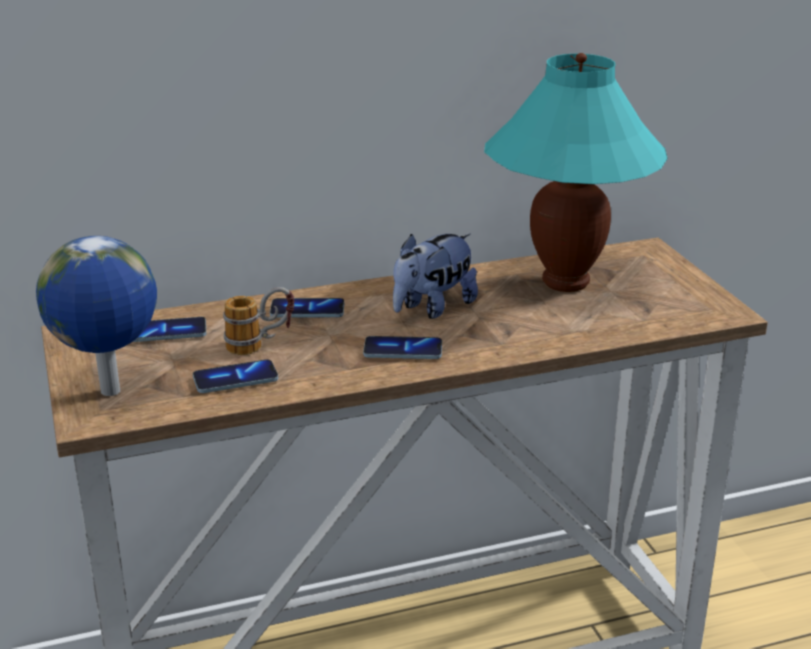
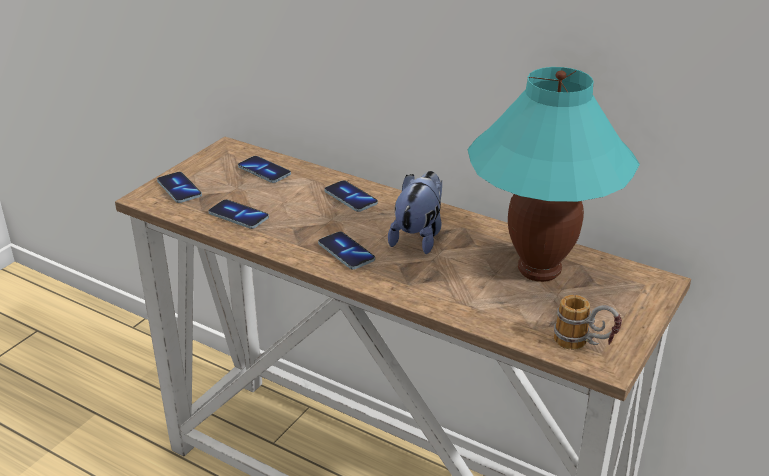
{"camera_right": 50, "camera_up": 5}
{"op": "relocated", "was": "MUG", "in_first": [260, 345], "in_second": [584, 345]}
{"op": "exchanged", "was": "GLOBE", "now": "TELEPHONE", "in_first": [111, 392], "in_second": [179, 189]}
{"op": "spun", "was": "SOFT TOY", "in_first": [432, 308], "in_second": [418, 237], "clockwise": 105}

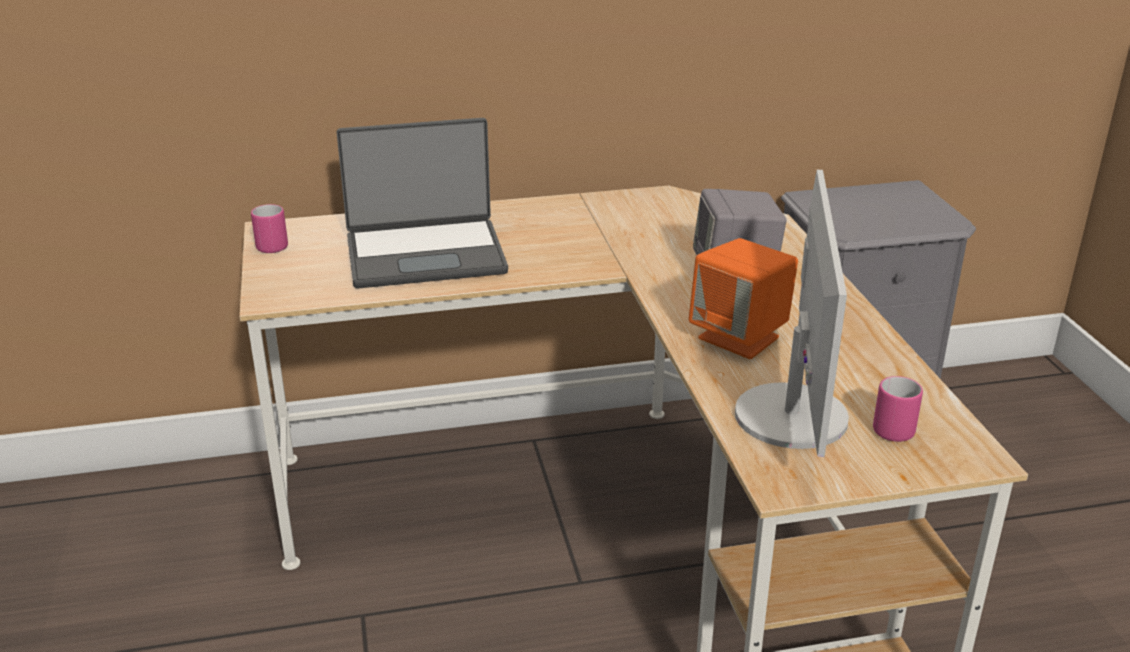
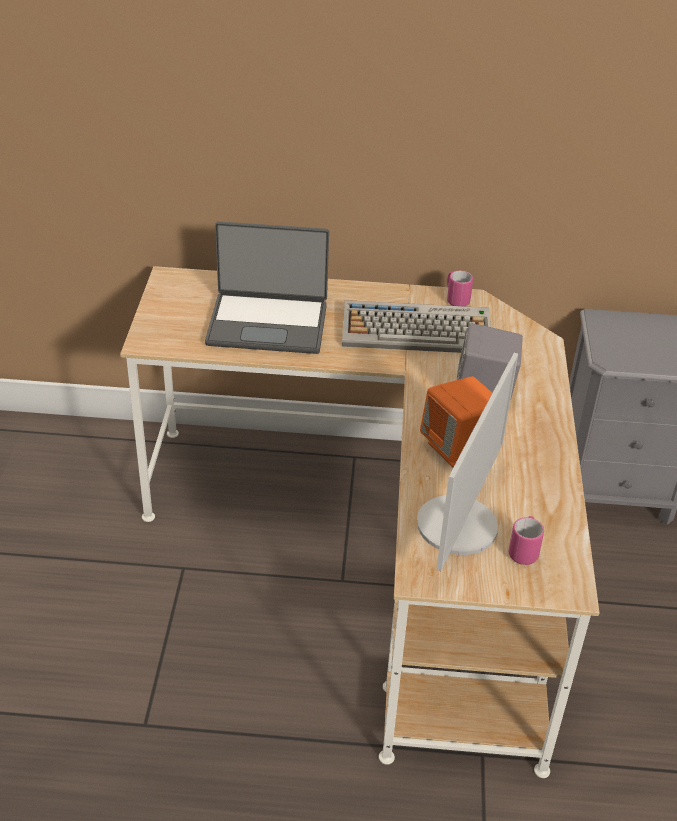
{"camera_right": 15, "camera_up": 10}
{"op": "appeared", "now": "PC KEYBOARD", "in_second": [417, 330]}
{"op": "relocated", "was": "PINK-COLOURED MUG", "in_first": [268, 246], "in_second": [455, 299]}

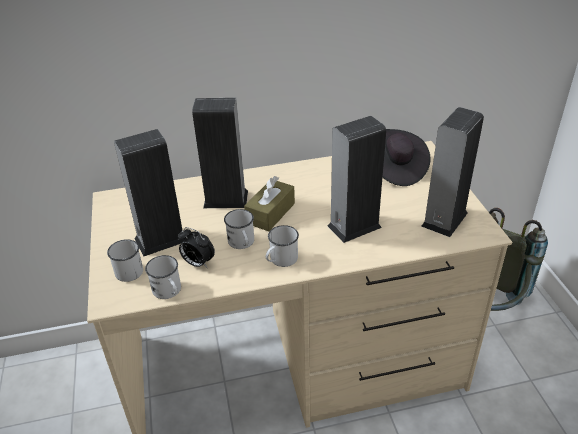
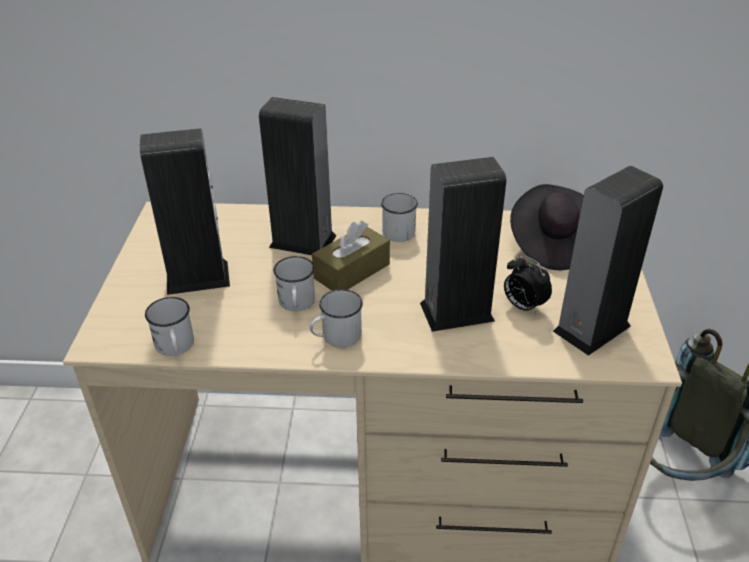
{"camera_right": 15, "camera_up": 0}
{"op": "relocated", "was": "WHITISH MUG", "in_first": [127, 269], "in_second": [396, 229]}
{"op": "relocated", "was": "ALARM CLOCK", "in_first": [198, 263], "in_second": [523, 306]}

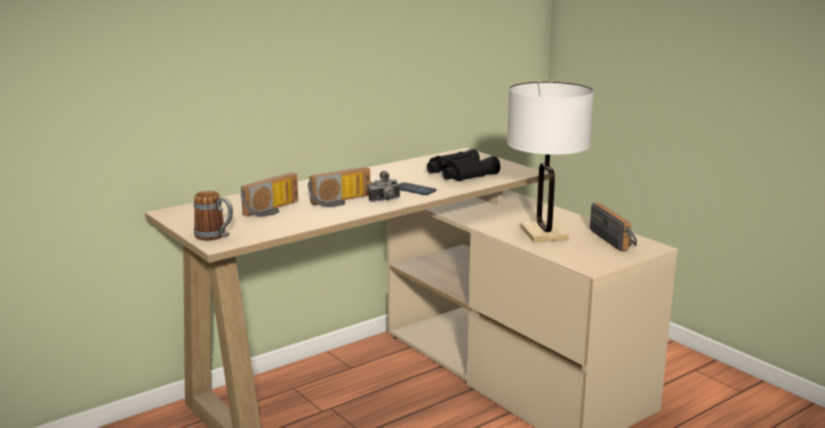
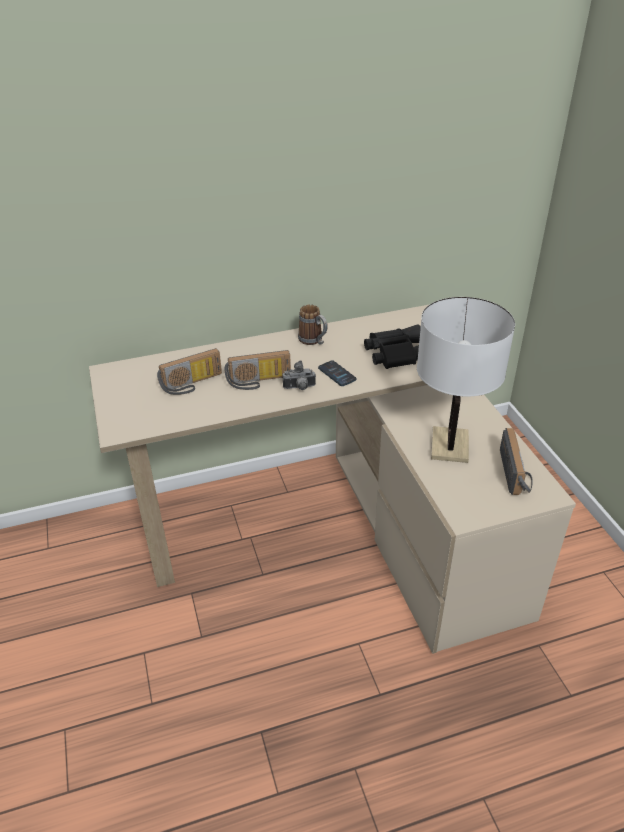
{"camera_right": 20, "camera_up": 20}
{"op": "relocated", "was": "MUG", "in_first": [215, 237], "in_second": [314, 341]}

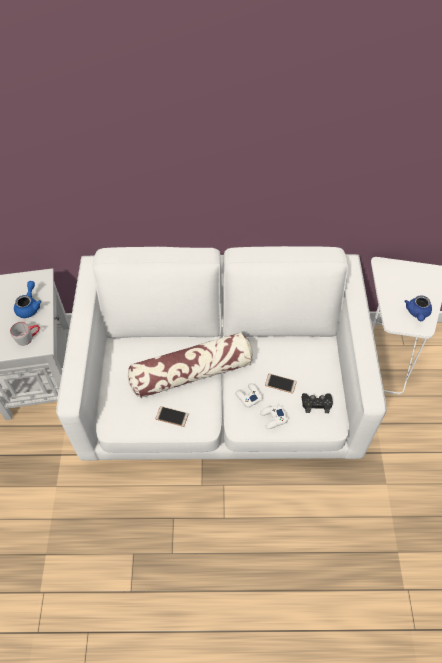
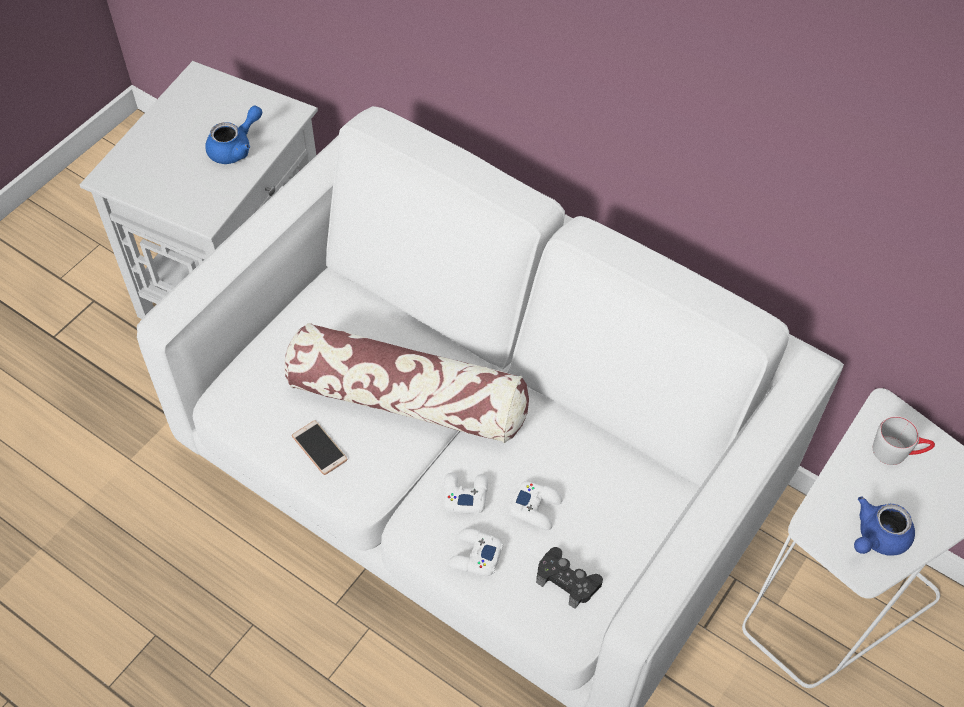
{"camera_right": 35, "camera_up": 0}
{"op": "relocated", "was": "GREY MUG", "in_first": [28, 337], "in_second": [898, 451]}
{"op": "exchanged", "was": "TELEPHONE", "now": "WHITISH GAMEPAD", "in_first": [280, 383], "in_second": [535, 508]}

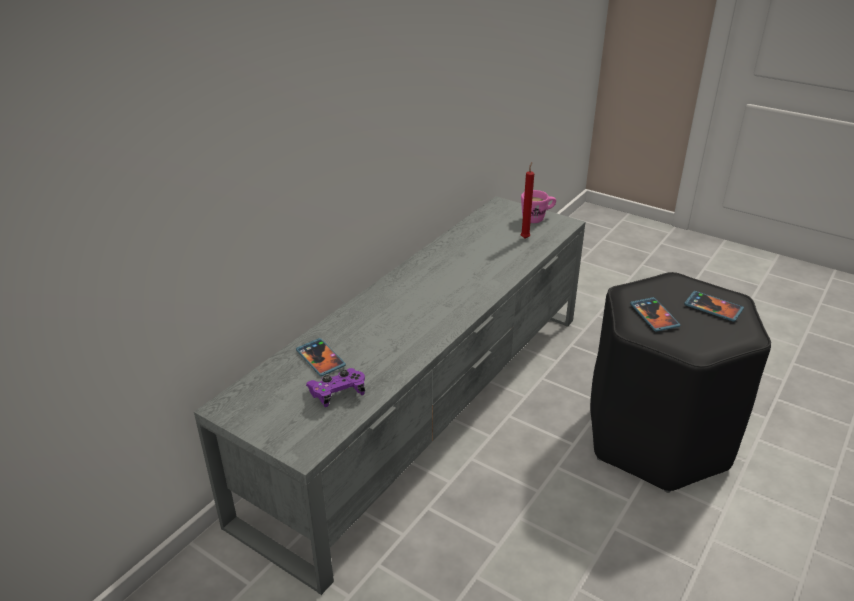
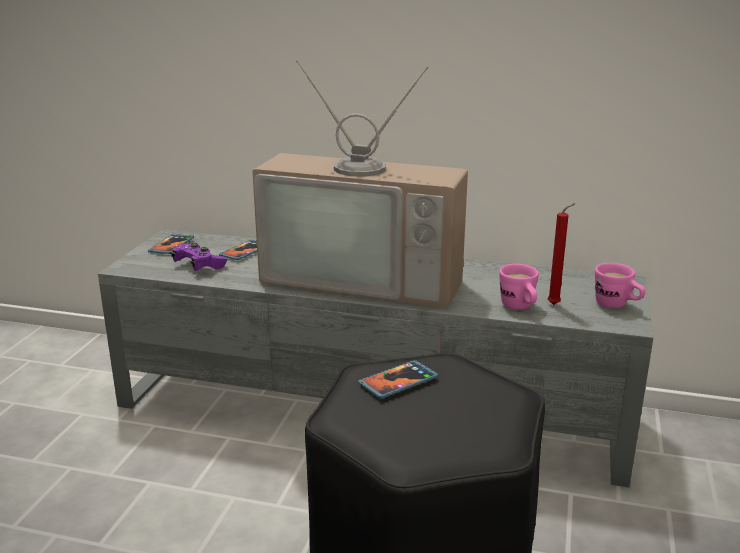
{"camera_right": 70, "camera_up": -10}
{"op": "appeared", "now": "TV SET", "in_second": [366, 277]}
{"op": "appeared", "now": "PINK-COLOURED MUG", "in_second": [519, 308]}
{"op": "relocated", "was": "TELEPHONE", "in_first": [713, 308], "in_second": [171, 246]}

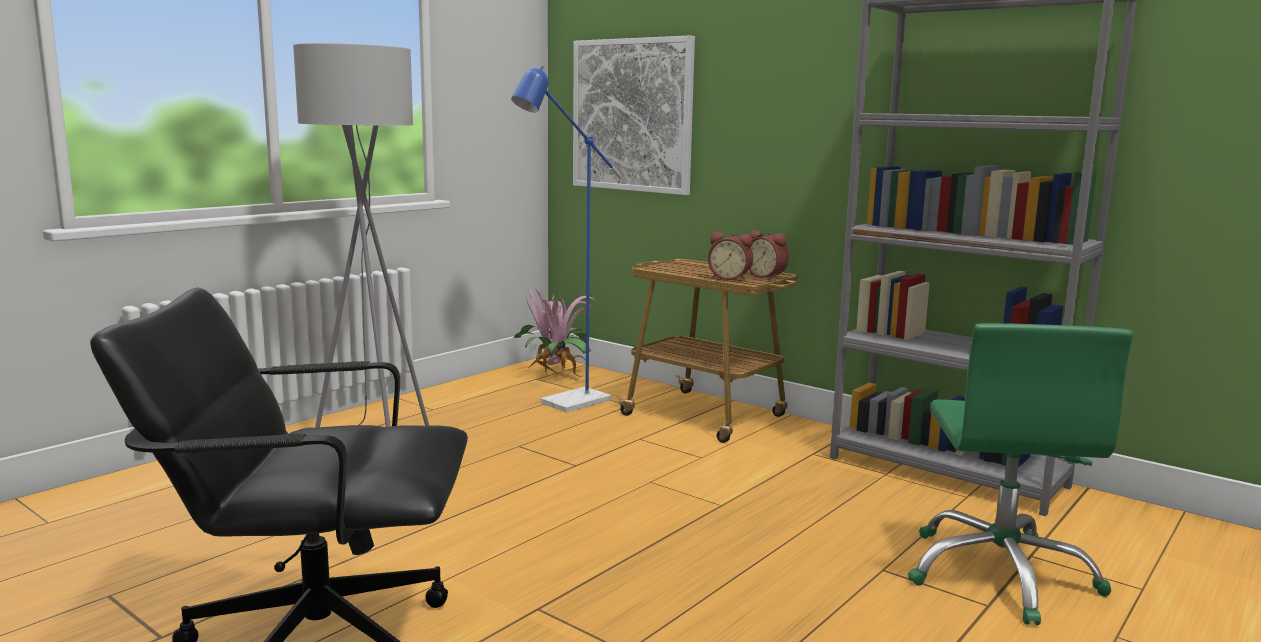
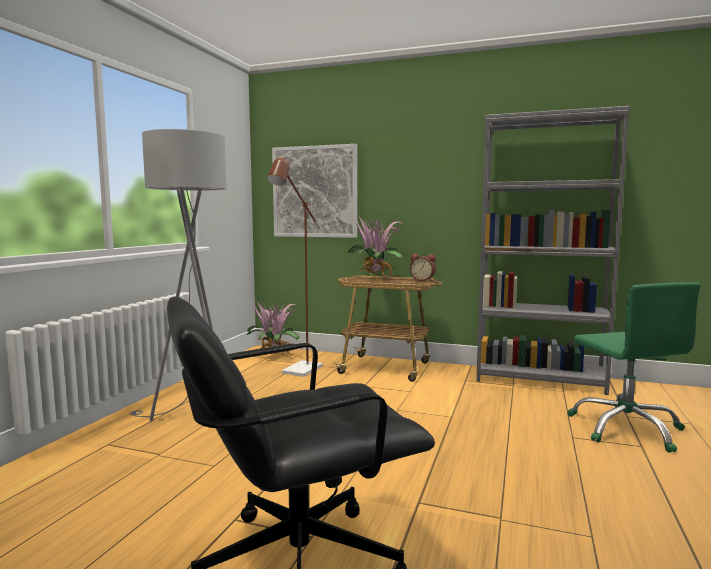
{"camera_right": -20, "camera_up": -5}
{"op": "missing", "was": "ALARM CLOCK", "in_first": [730, 278]}
{"op": "appeared", "now": "HOUSEPLANT", "in_second": [376, 278]}
{"op": "colour", "was": "BLUE-COLOURED STANDING LAMP", "now": "BROWN STANDING LAMP", "in_first": [566, 404], "in_second": [298, 372]}

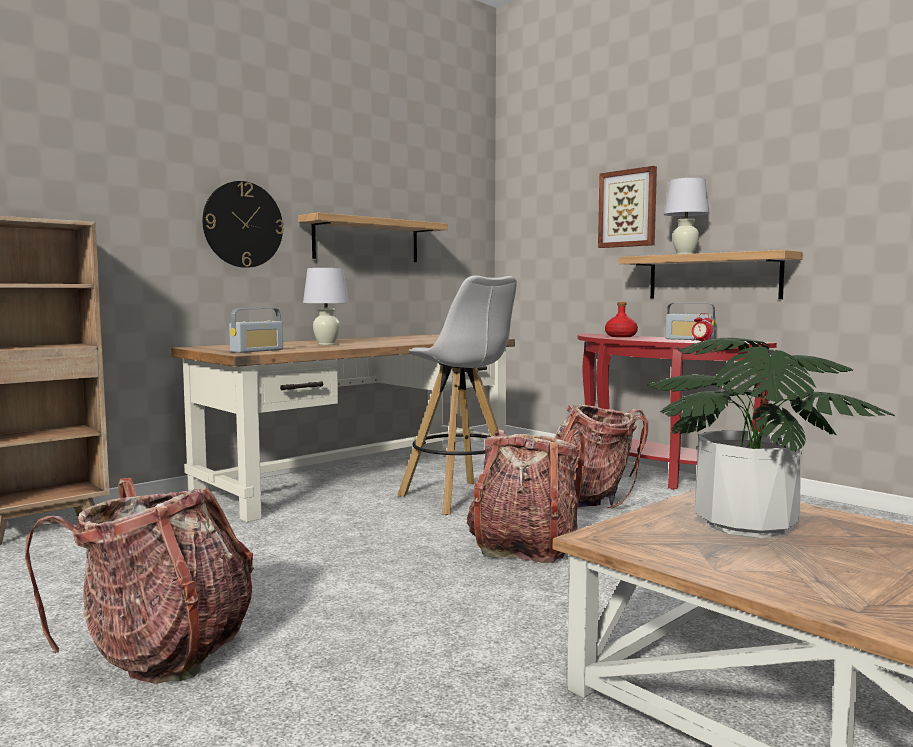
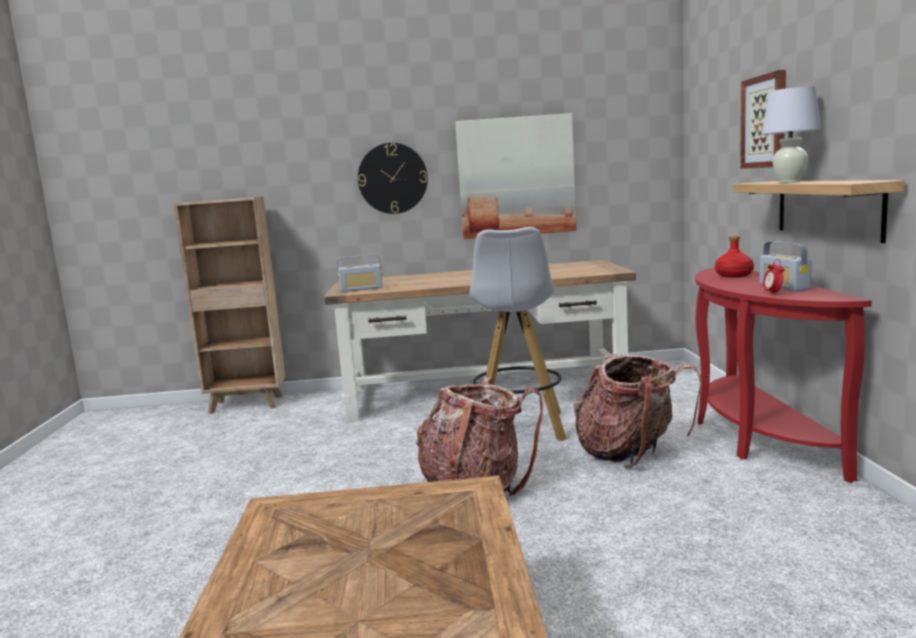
{"camera_right": 40, "camera_up": 5}
{"op": "missing", "was": "BACKPACK", "in_first": [163, 653]}
{"op": "missing", "was": "WHITISH TABLE LAMP", "in_first": [327, 344]}
{"op": "missing", "was": "HOUSEPLANT", "in_first": [745, 525]}
{"op": "exchanged", "was": "WALL SHELF", "now": "WALL PICTURE", "in_first": [366, 240], "in_second": [516, 177]}

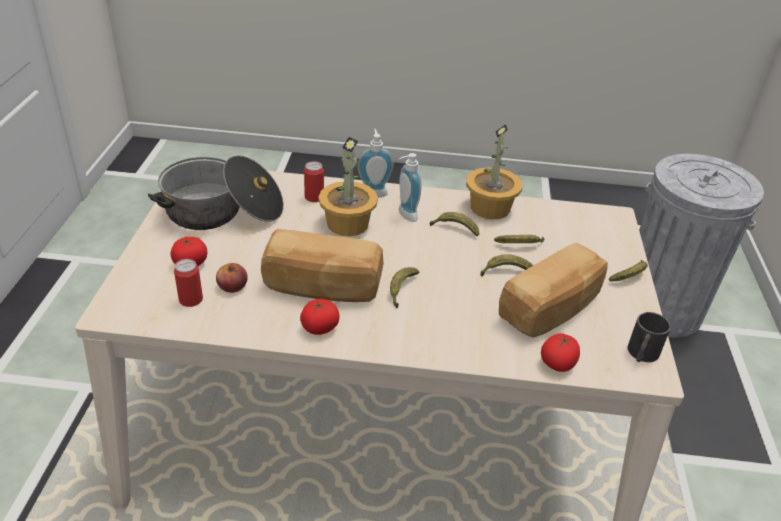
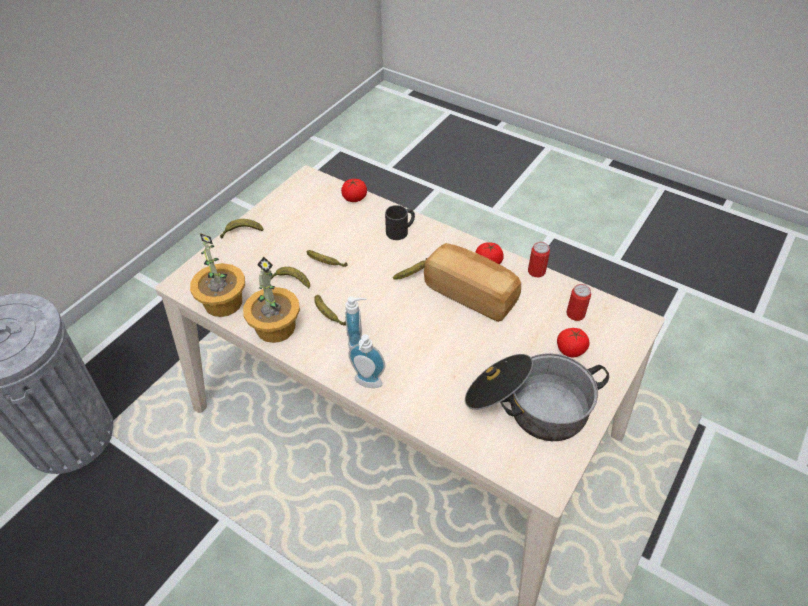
{"camera_right": -150, "camera_up": 10}
{"op": "missing", "was": "APPLE", "in_first": [232, 286]}
{"op": "missing", "was": "BREAD", "in_first": [552, 309]}
{"op": "relocated", "was": "CAN", "in_first": [314, 197], "in_second": [536, 271]}
{"op": "relocated", "was": "HOUSEPLANT", "in_first": [348, 223], "in_second": [222, 302]}
{"op": "relocated", "was": "BLACK MUG", "in_first": [641, 355], "in_second": [401, 230]}

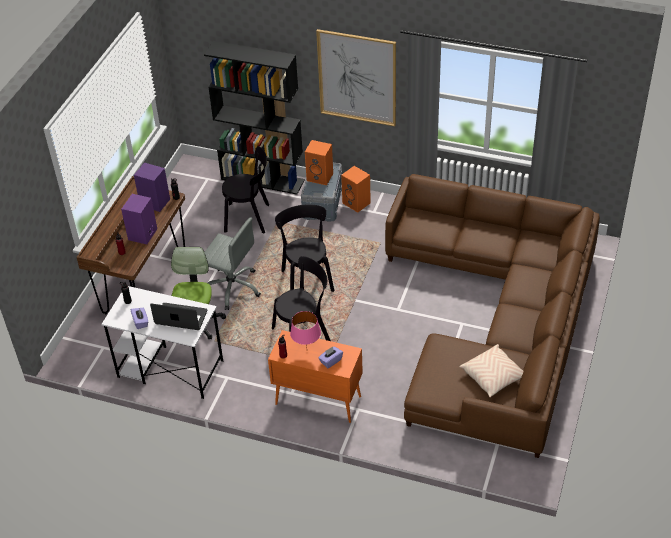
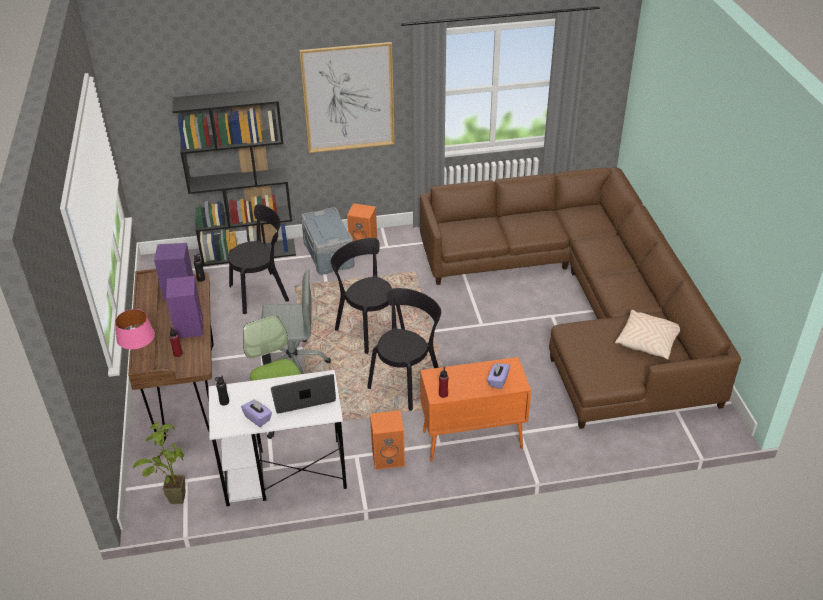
{"camera_right": -30, "camera_up": -5}
{"op": "appeared", "now": "HOUSEPLANT", "in_second": [171, 497]}
{"op": "relocated", "was": "PINK-COLOURED TABLE LAMP", "in_first": [306, 350], "in_second": [142, 361]}
{"op": "relocated", "was": "ORANGE-COLOURED SPEAKER", "in_first": [320, 177], "in_second": [389, 457]}

